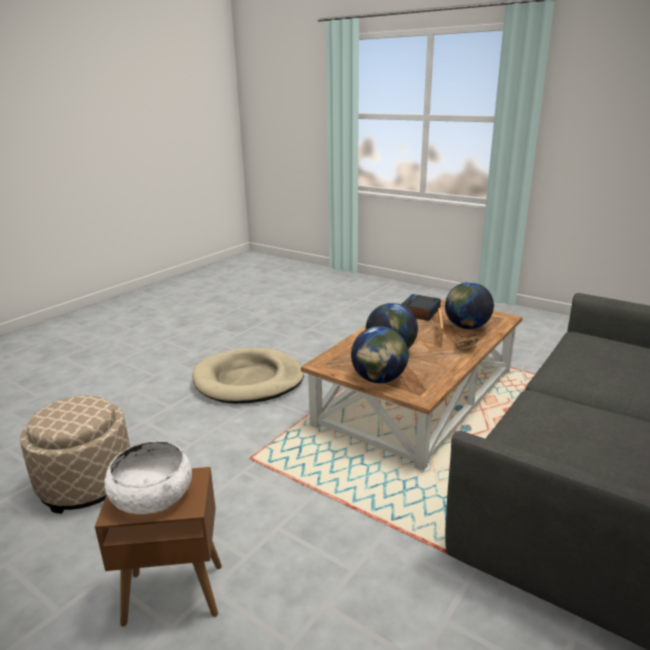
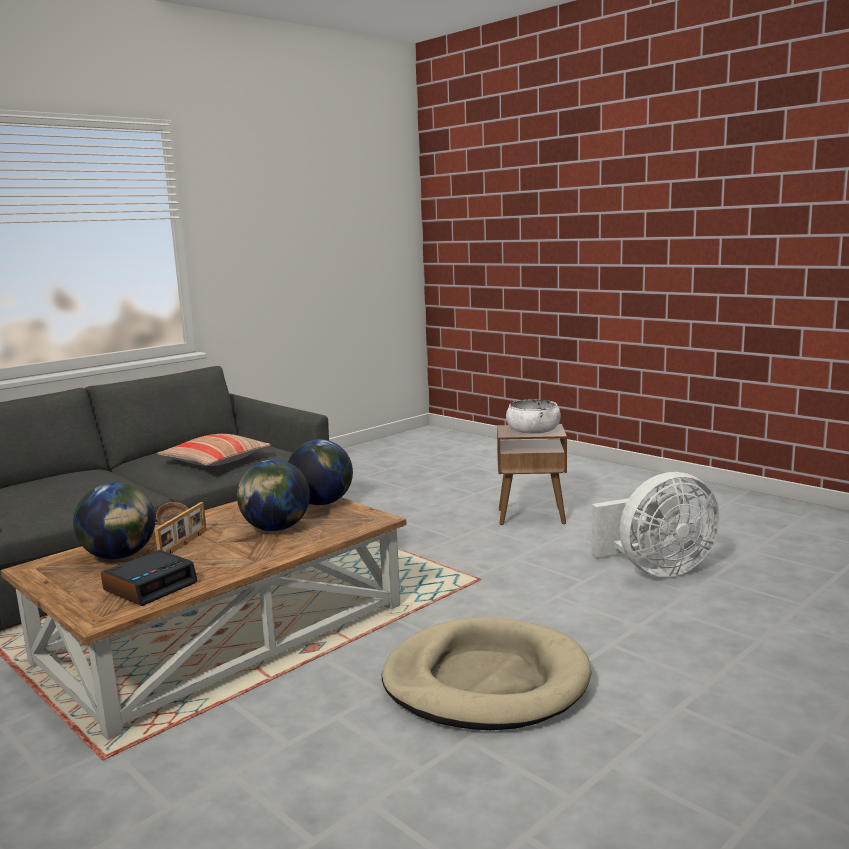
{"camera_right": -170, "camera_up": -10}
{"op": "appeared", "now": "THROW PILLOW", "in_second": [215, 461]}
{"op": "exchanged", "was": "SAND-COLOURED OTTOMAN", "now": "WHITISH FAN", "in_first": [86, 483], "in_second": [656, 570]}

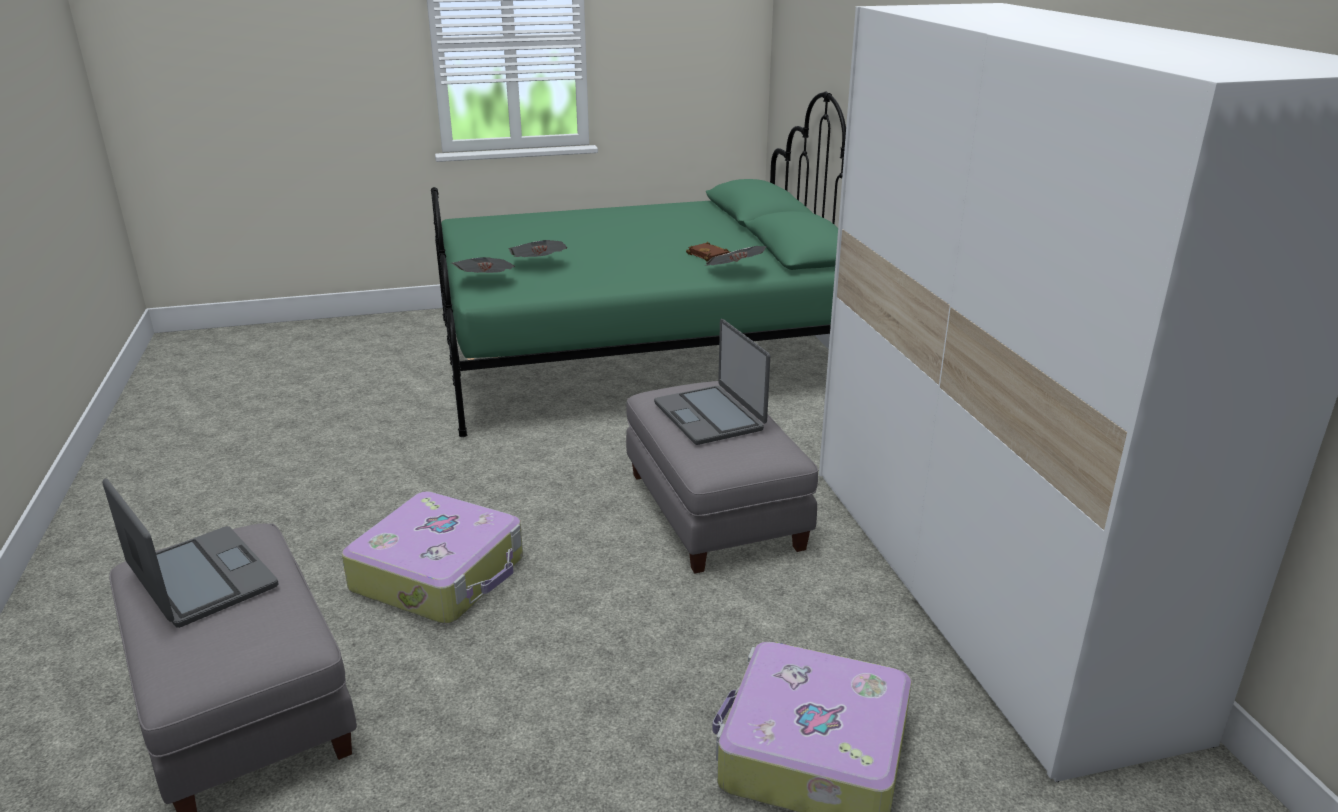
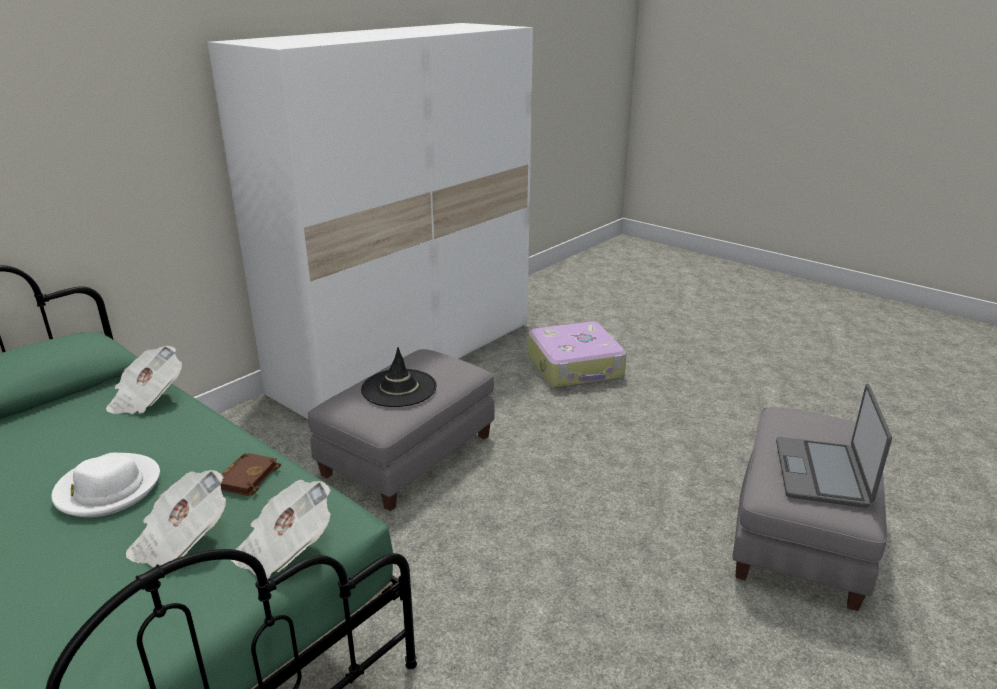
{"camera_right": -125, "camera_up": 0}
{"op": "missing", "was": "PIECE OF LUGGAGE", "in_first": [440, 574]}
{"op": "appeared", "now": "WHITISH HAT", "in_second": [108, 489]}
{"op": "relocated", "was": "BROWN VOLUME", "in_first": [710, 256], "in_second": [247, 477]}
{"op": "exchanged", "was": "NOTEBOOK COMPUTER", "now": "BLACK HAT", "in_first": [710, 416], "in_second": [399, 388]}

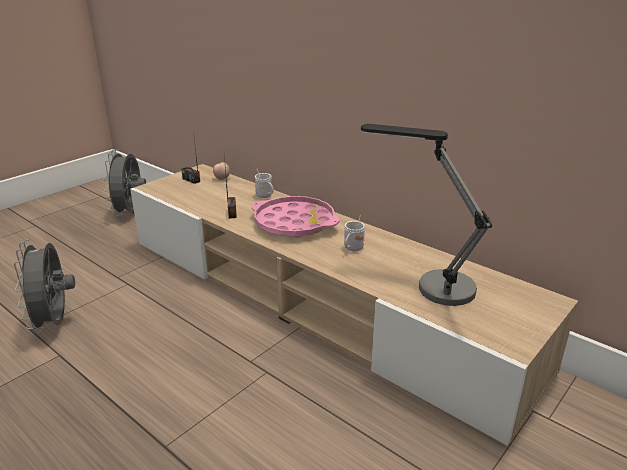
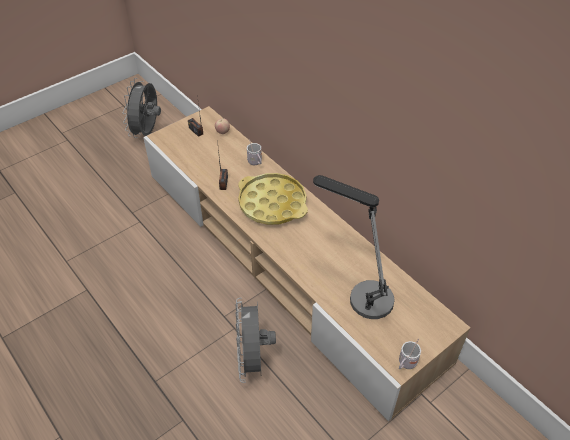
{"camera_right": 10, "camera_up": 20}
{"op": "relocated", "was": "GREY FAN", "in_first": [55, 322], "in_second": [253, 360]}
{"op": "relocated", "was": "WHITISH MUG", "in_first": [352, 249], "in_second": [405, 364]}
{"op": "colour", "was": "PINK-COLOURED CARRYING TRAY", "now": "YELLOW-COLOURED CARRYING TRAY", "in_first": [294, 223], "in_second": [272, 203]}

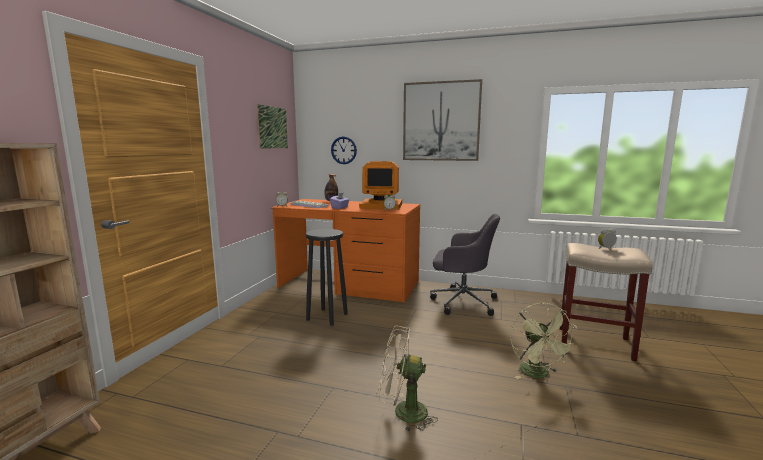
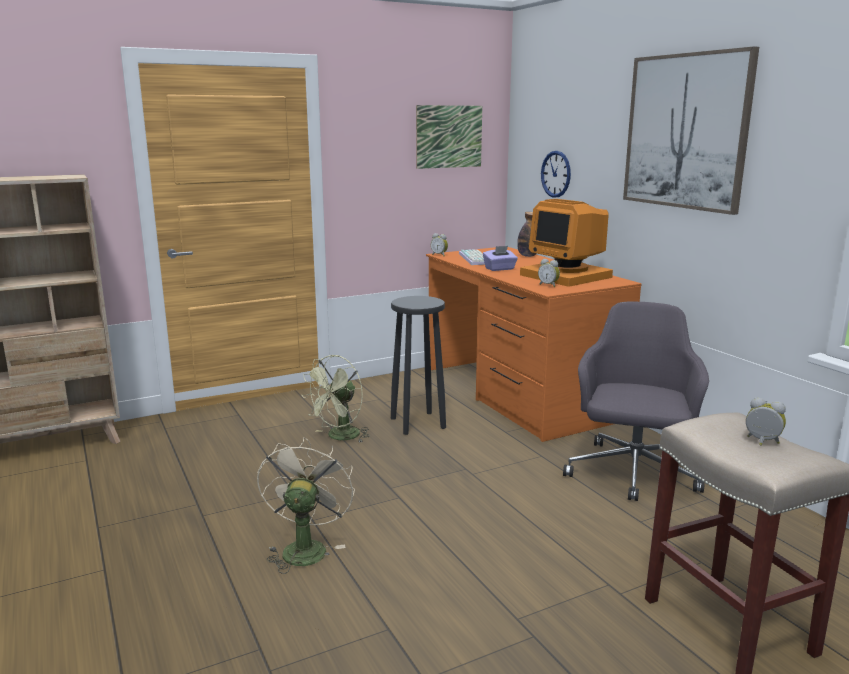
{"camera_right": 45, "camera_up": 5}
{"op": "relocated", "was": "GREEN-COLOURED FAN", "in_first": [538, 374], "in_second": [339, 437]}
{"op": "spun", "was": "SAND-COLOURED FAN", "in_first": [403, 412], "in_second": [305, 547], "clockwise": 45}
{"op": "spun", "was": "GREY DESK CHAIR", "in_first": [462, 302], "in_second": [632, 473], "clockwise": -135}

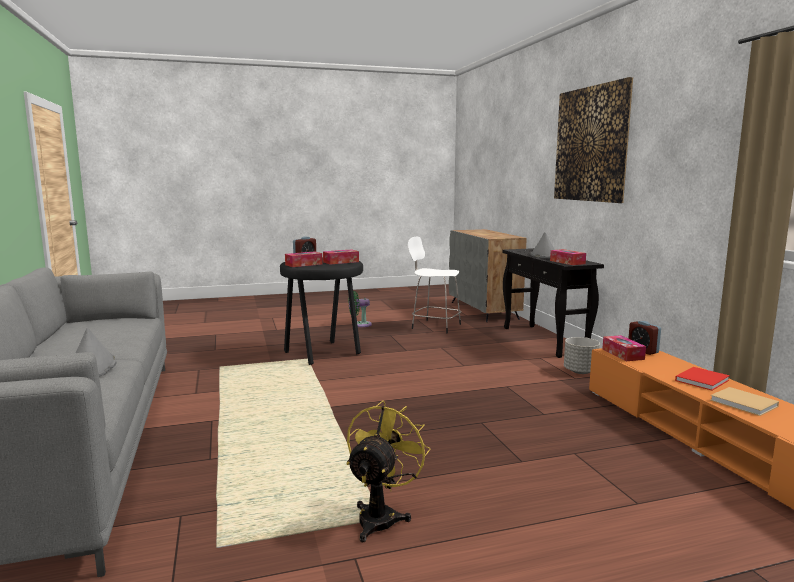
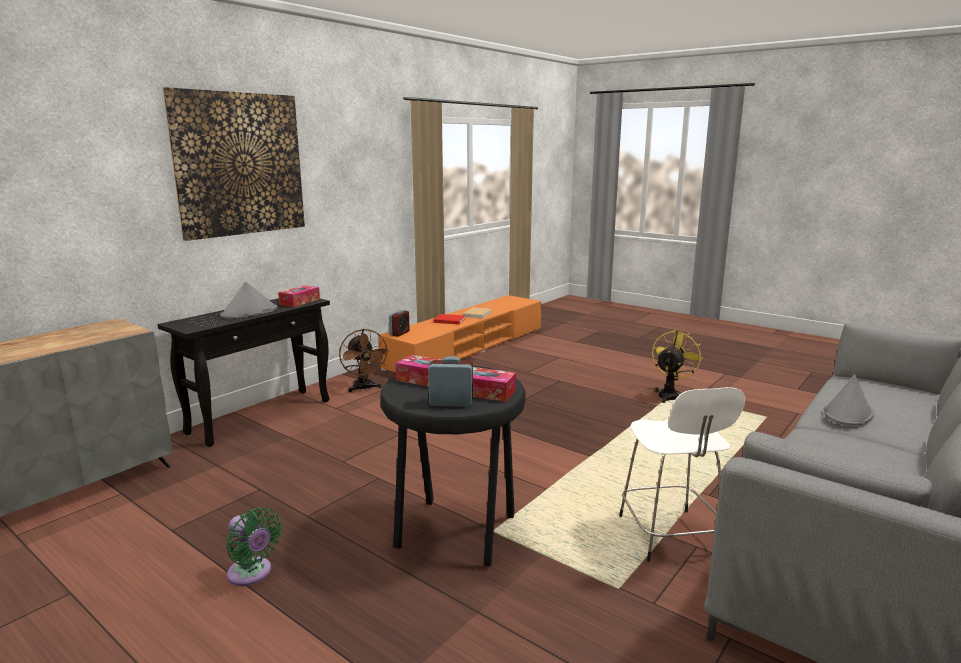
{"camera_right": -125, "camera_up": 5}
{"op": "missing", "was": "BOX OF TISSUES", "in_first": [623, 354]}
{"op": "relocated", "was": "WHITISH STOOL SEAT", "in_first": [434, 326], "in_second": [670, 537]}
{"op": "exchanged", "was": "GREY PLANTER", "now": "BROWN FAN", "in_first": [580, 371], "in_second": [364, 388]}
{"op": "spun", "was": "YELLOW-COLOURED FAN", "in_first": [381, 516], "in_second": [670, 395], "clockwise": 135}

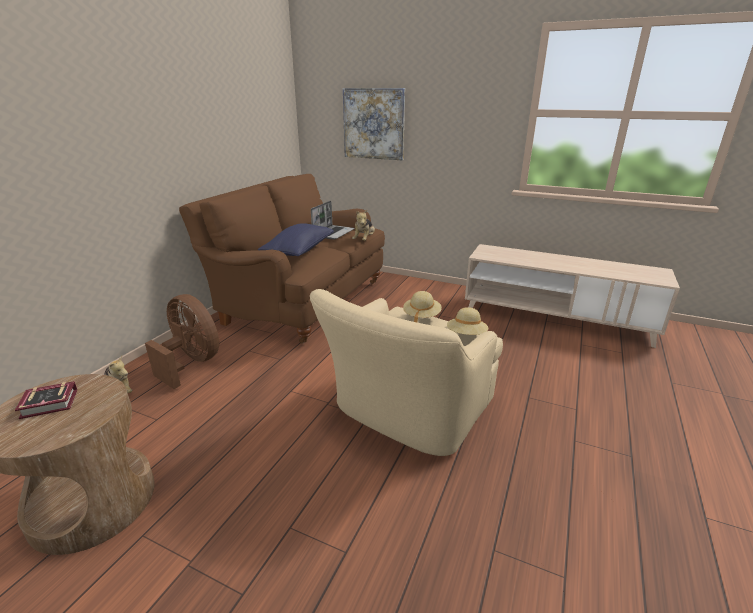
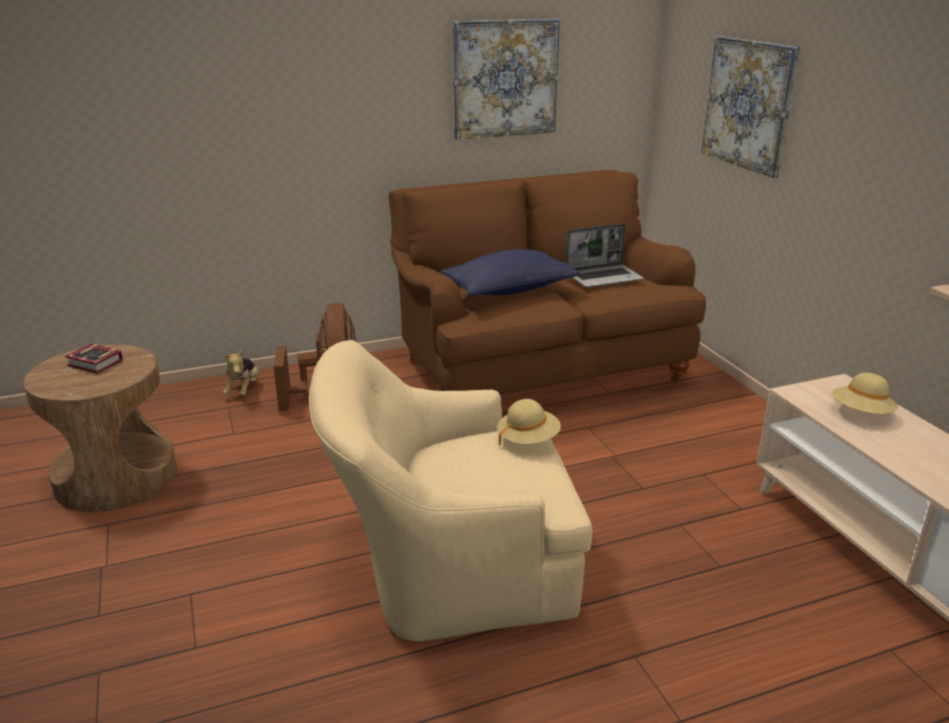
{"camera_right": 45, "camera_up": 0}
{"op": "missing", "was": "SOFT TOY", "in_first": [364, 240]}
{"op": "appeared", "now": "WALL PICTURE", "in_second": [504, 79]}
{"op": "relocated", "was": "SAND-COLOURED HAT", "in_first": [466, 335], "in_second": [861, 413]}

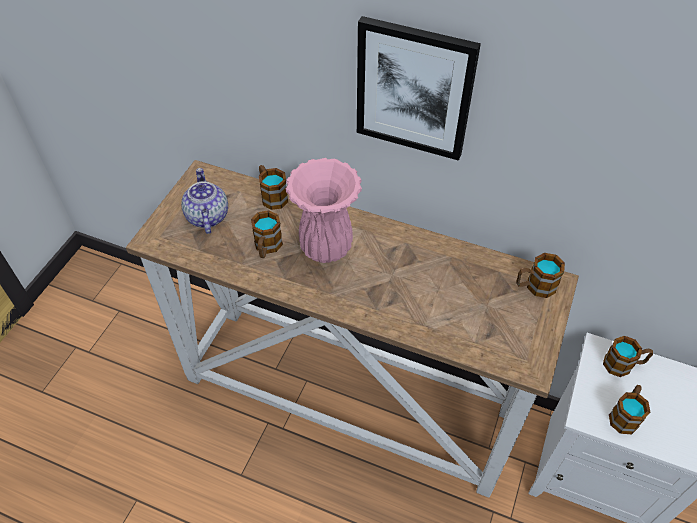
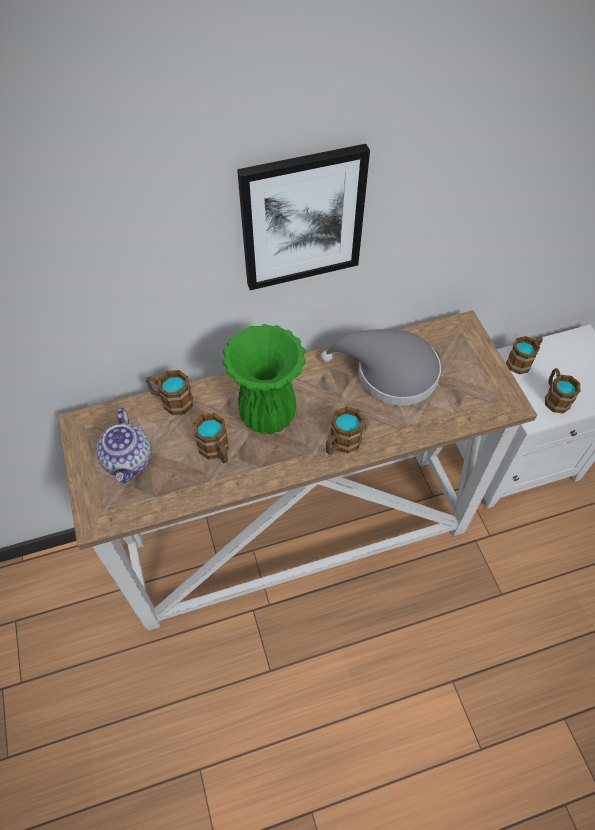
{"camera_right": -40, "camera_up": 5}
{"op": "appeared", "now": "GREY HAT", "in_second": [389, 373]}
{"op": "relocated", "was": "MUG", "in_first": [535, 286], "in_second": [341, 444]}
{"op": "colour", "was": "PINK-COLOURED VASE", "now": "GREEN-COLOURED VASE", "in_first": [327, 248], "in_second": [269, 415]}
{"op": "spun", "was": "TEA POT", "in_first": [207, 216], "in_second": [129, 460], "clockwise": -135}

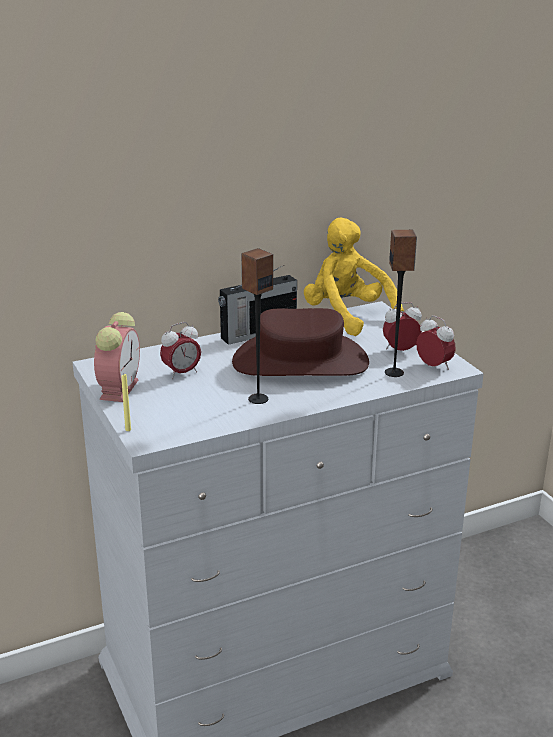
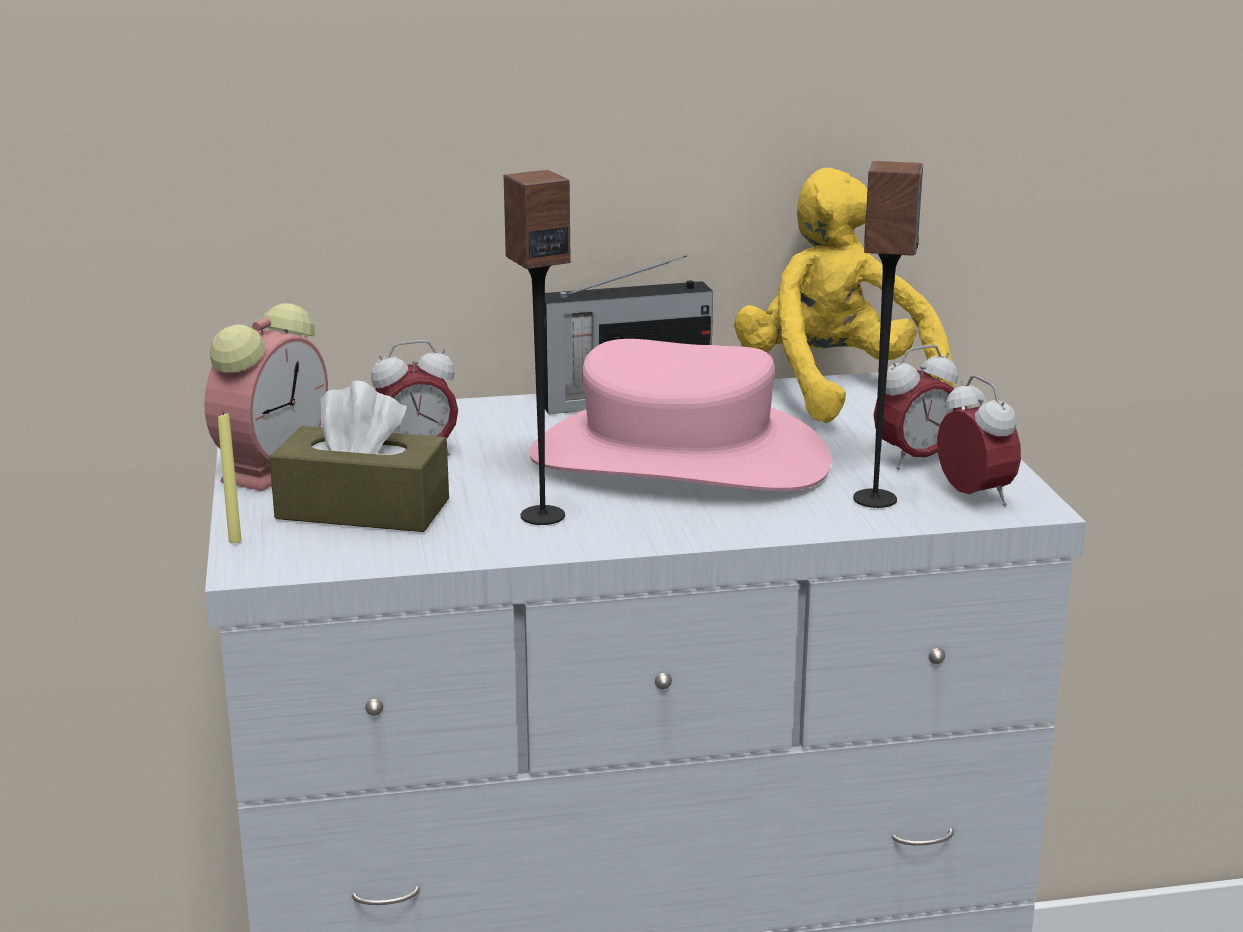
{"camera_right": 15, "camera_up": -5}
{"op": "appeared", "now": "BROWN BOX OF TISSUES", "in_second": [363, 509]}
{"op": "colour", "was": "BROWN HAT", "now": "PINK-COLOURED HAT", "in_first": [300, 362], "in_second": [678, 459]}
{"op": "spun", "was": "ALARM CLOCK", "in_first": [400, 350], "in_second": [914, 460], "clockwise": 150}

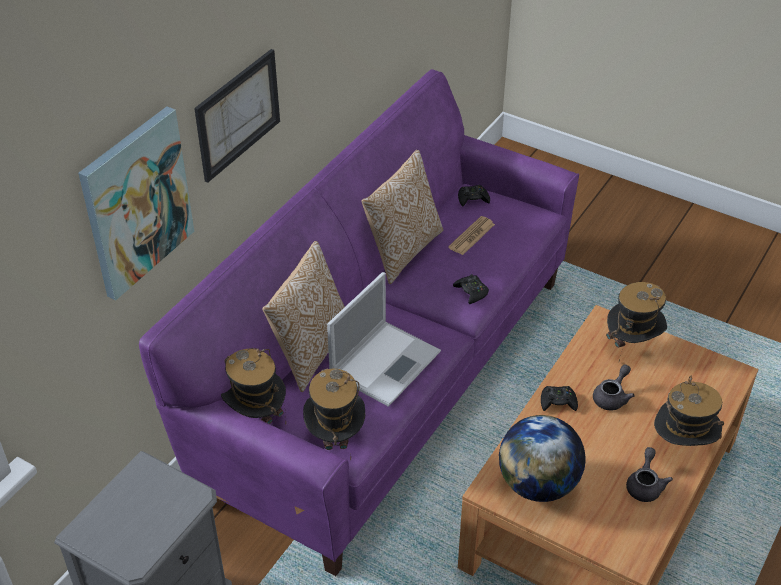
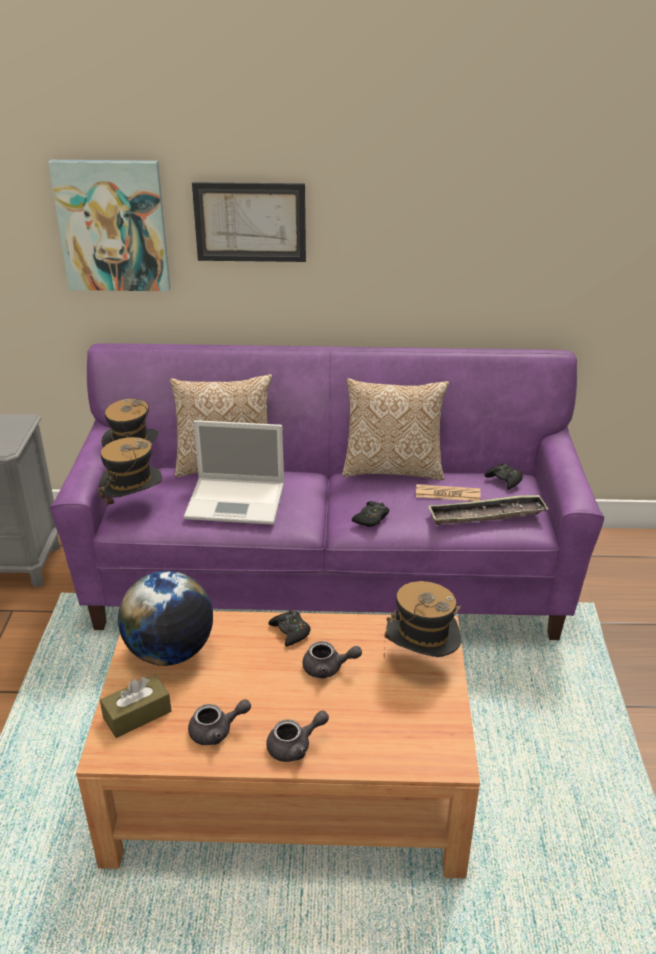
{"camera_right": 60, "camera_up": -10}
{"op": "appeared", "now": "BROWN BOX OF TISSUES", "in_second": [137, 714]}
{"op": "appeared", "now": "CARRYING TRAY", "in_second": [486, 515]}
{"op": "exchanged", "was": "HAT", "now": "GREY TEA POT", "in_first": [682, 446], "in_second": [295, 746]}

